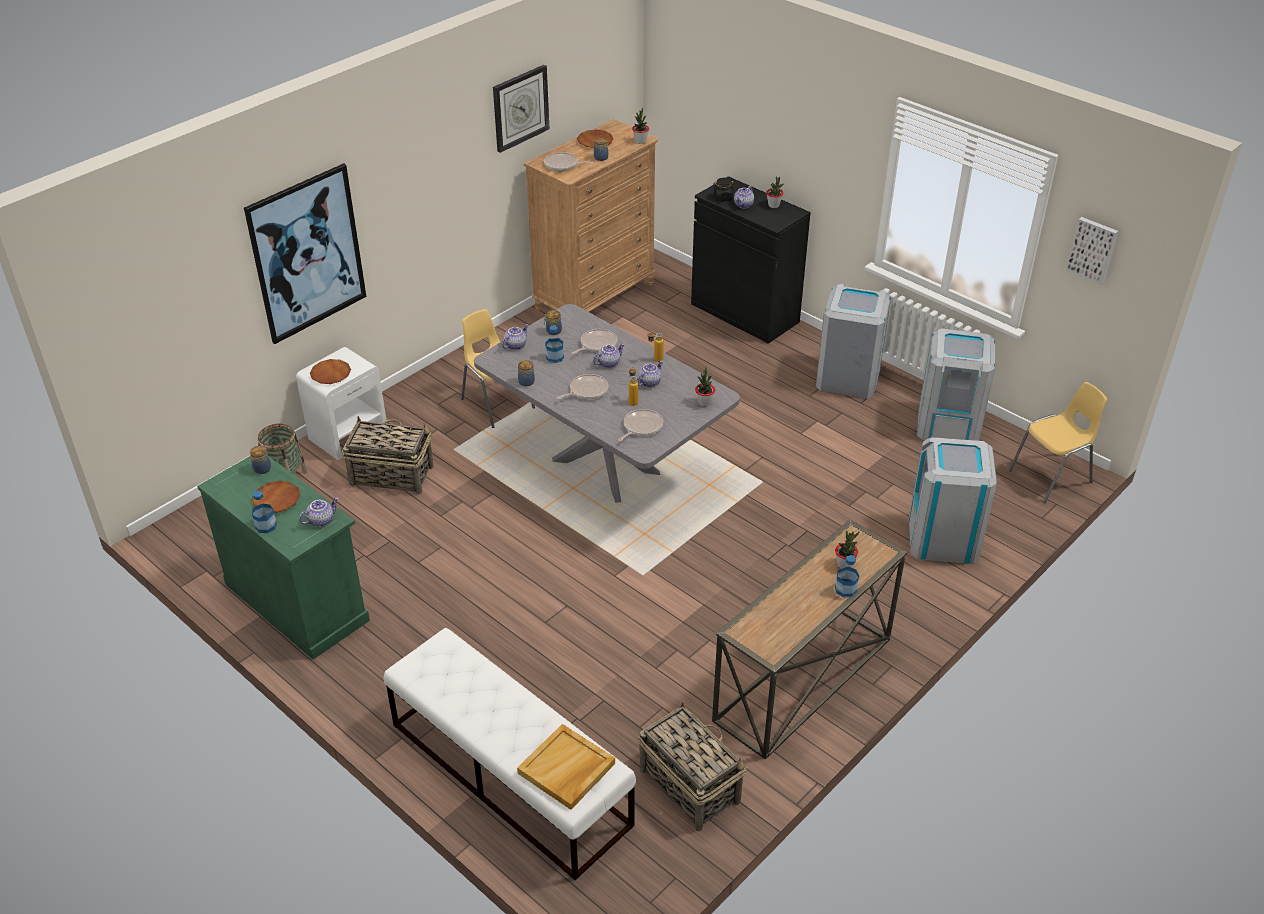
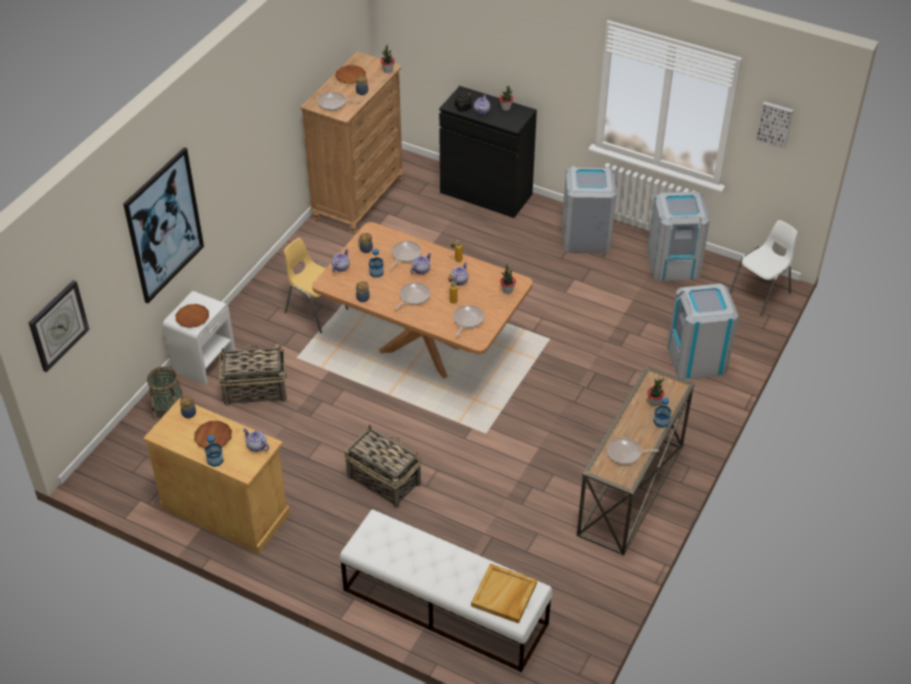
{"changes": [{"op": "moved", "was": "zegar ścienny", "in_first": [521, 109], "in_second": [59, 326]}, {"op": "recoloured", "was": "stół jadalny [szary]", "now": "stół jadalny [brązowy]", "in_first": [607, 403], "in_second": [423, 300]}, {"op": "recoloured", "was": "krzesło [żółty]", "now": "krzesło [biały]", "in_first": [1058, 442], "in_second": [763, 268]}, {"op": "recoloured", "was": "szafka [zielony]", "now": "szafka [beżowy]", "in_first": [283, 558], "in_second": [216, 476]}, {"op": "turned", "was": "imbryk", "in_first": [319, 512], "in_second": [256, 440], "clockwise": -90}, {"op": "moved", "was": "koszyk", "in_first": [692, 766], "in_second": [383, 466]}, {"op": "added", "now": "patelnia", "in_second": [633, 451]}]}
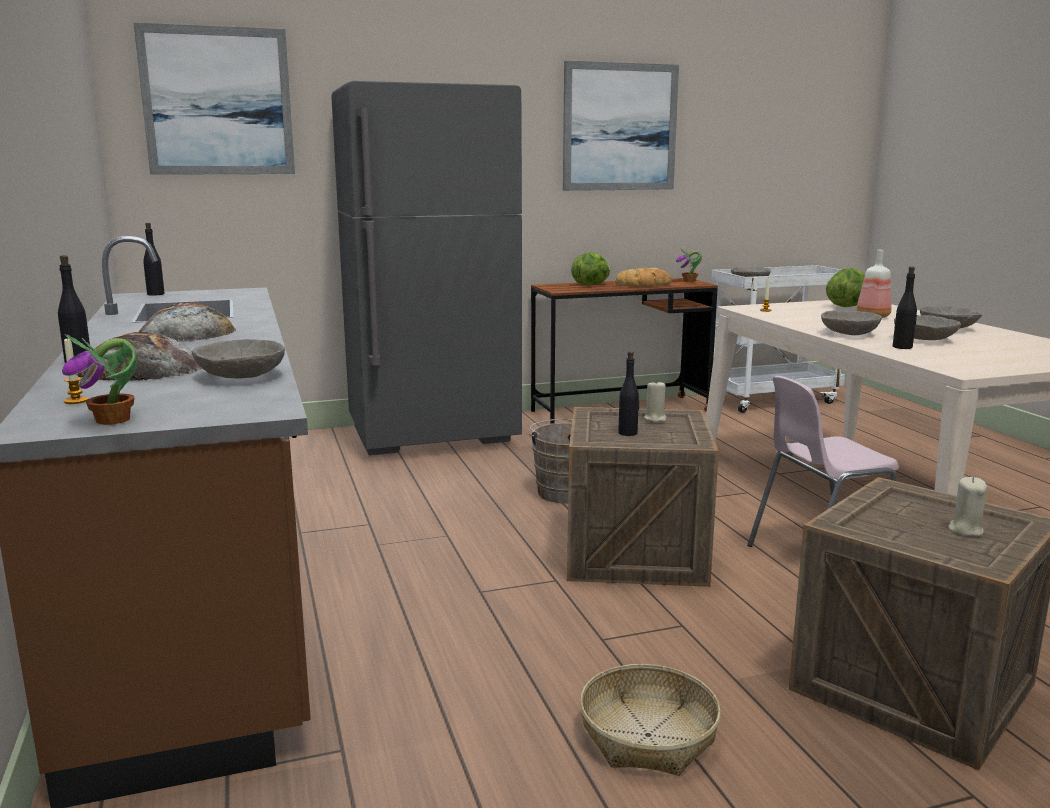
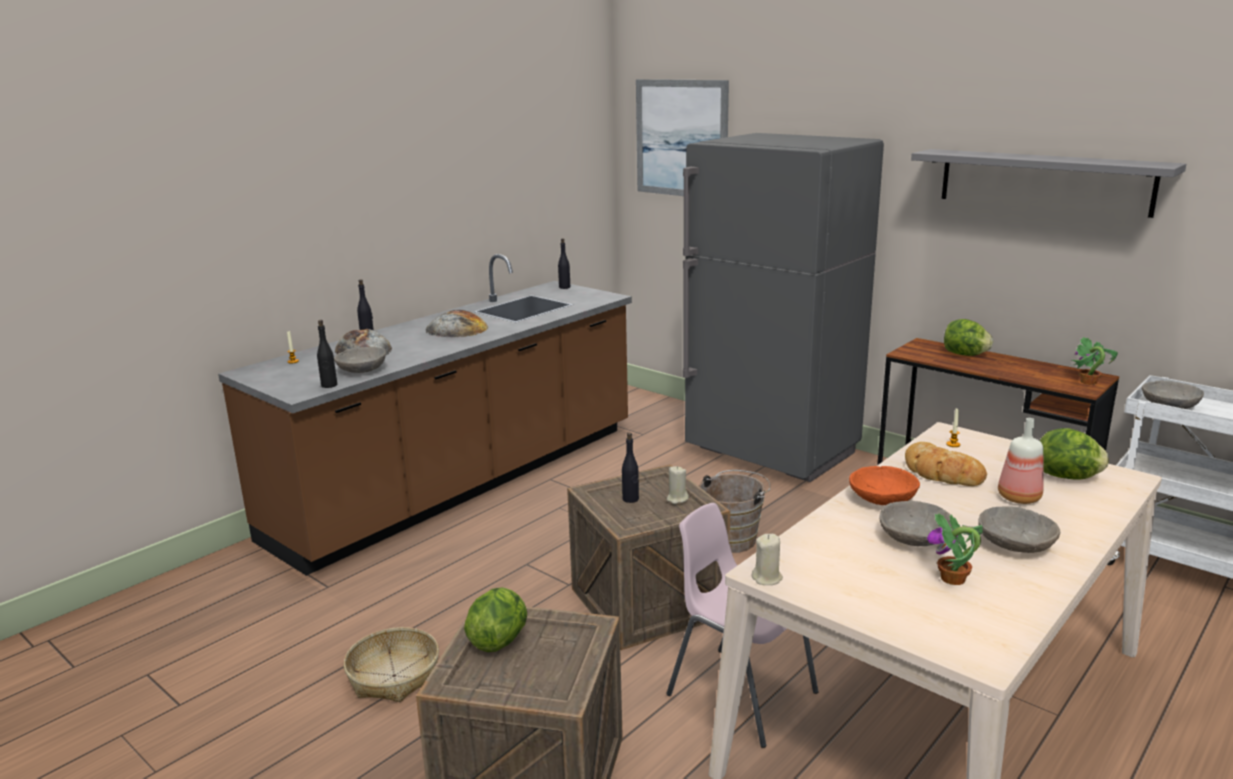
{"changes": [{"op": "replaced", "was": "obraz", "now": "półka [szary]", "in_first": [621, 126], "in_second": [1048, 183]}, {"op": "moved", "was": "butelka [czarny]", "in_first": [905, 307], "in_second": [327, 354]}, {"op": "moved", "was": "chleb", "in_first": [643, 277], "in_second": [946, 464]}, {"op": "recoloured", "was": "miska [szary]", "now": "miska [pomarańczowy]", "in_first": [851, 322], "in_second": [884, 485]}, {"op": "moved", "was": "roślina doniczkowa", "in_first": [99, 379], "in_second": [955, 549]}, {"op": "moved", "was": "świeca [beżowy]", "in_first": [967, 507], "in_second": [767, 559]}, {"op": "added", "now": "sałata", "in_second": [495, 619]}]}
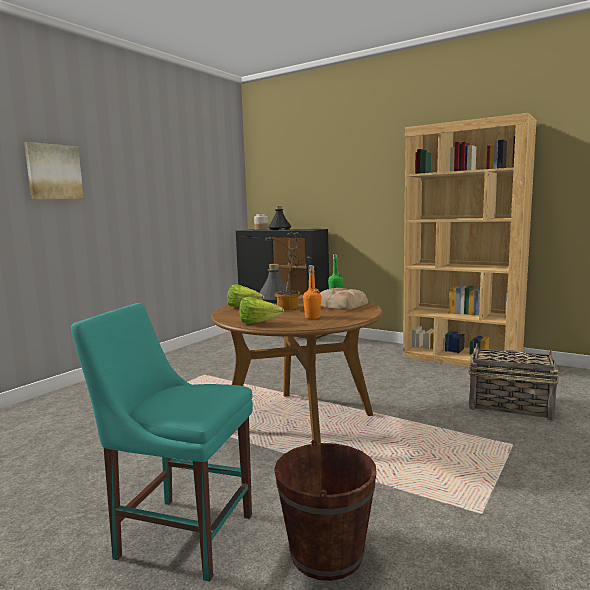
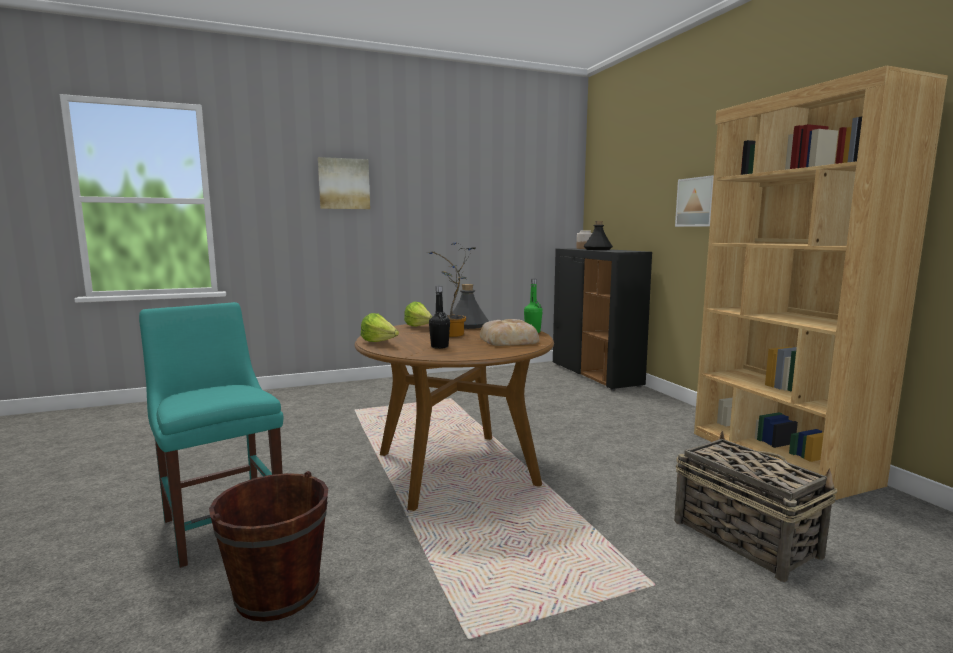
{"changes": [{"op": "recoloured", "was": "butelka [pomarańczowy]", "now": "butelka [czarny]", "in_first": [312, 292], "in_second": [439, 317]}, {"op": "added", "now": "obraz", "in_second": [694, 201]}]}
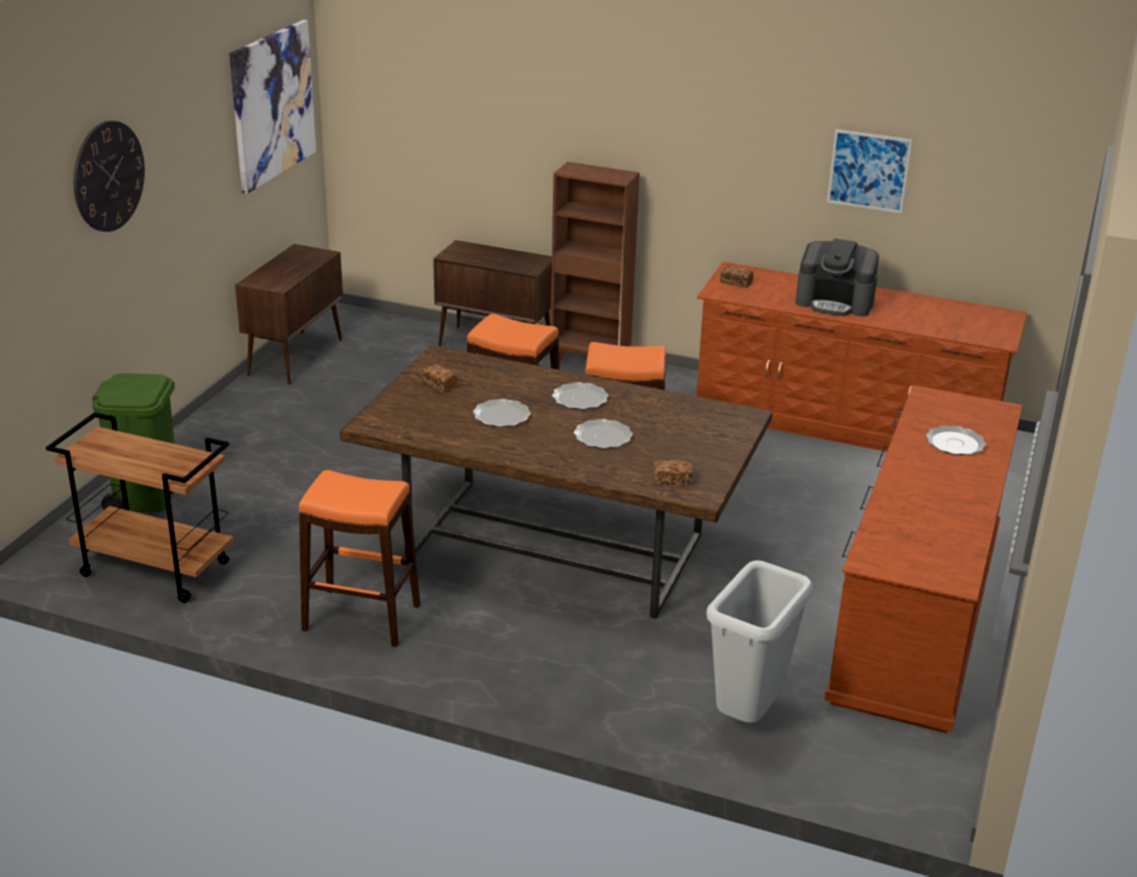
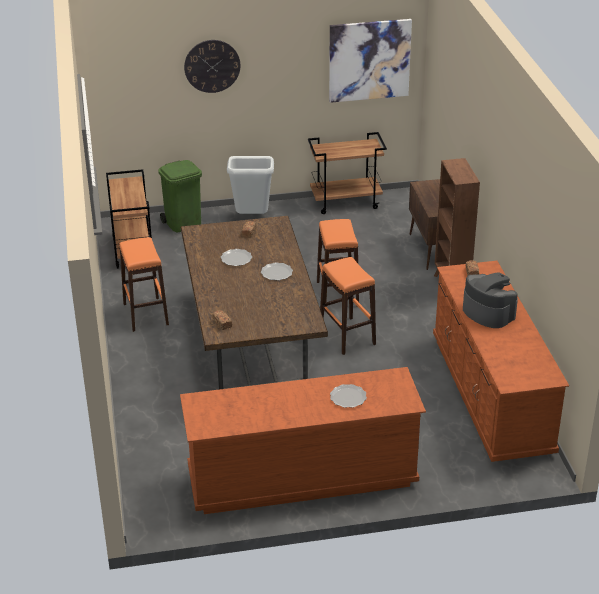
{"changes": [{"op": "removed", "was": "obraz", "in_first": [869, 171]}, {"op": "turned", "was": "ekspres do kawy", "in_first": [837, 277], "in_second": [490, 300], "clockwise": 150}, {"op": "replaced", "was": "szafka [brązowy]", "now": "wózek [brązowy]", "in_first": [289, 314], "in_second": [347, 173]}, {"op": "removed", "was": "talerz", "in_first": [603, 434]}, {"op": "moved", "was": "kosz na śmieci [szary]", "in_first": [759, 641], "in_second": [250, 185]}]}
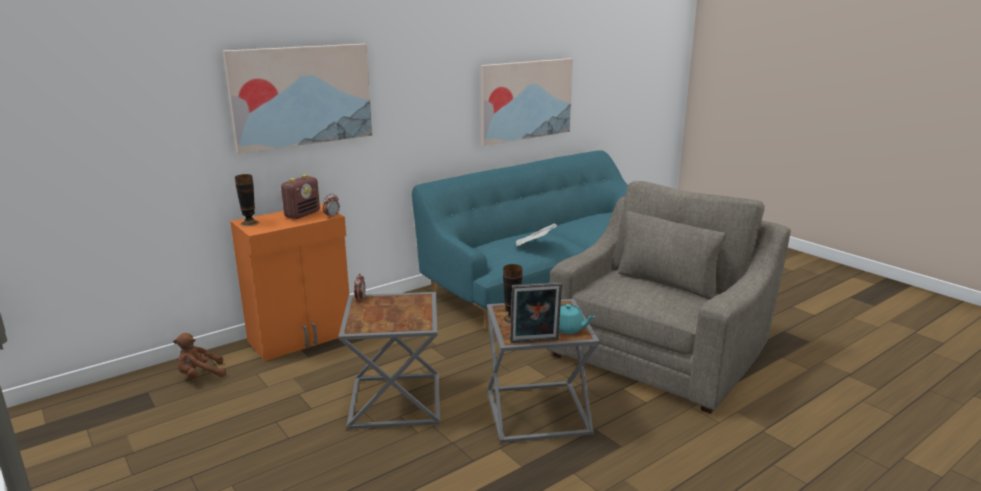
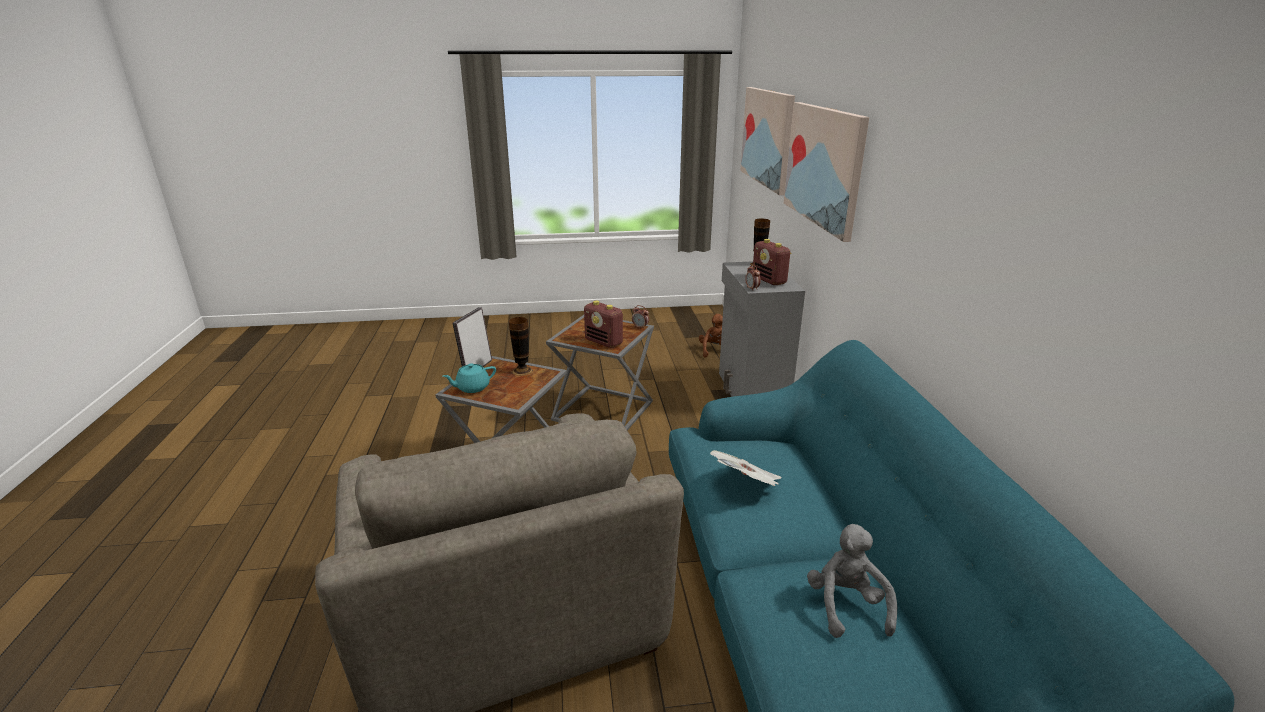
{"changes": [{"op": "moved", "was": "obraz", "in_first": [526, 102], "in_second": [767, 141]}, {"op": "recoloured", "was": "szafka [pomarańczowy]", "now": "szafka [szary]", "in_first": [289, 282], "in_second": [762, 329]}, {"op": "added", "now": "radio", "in_second": [603, 324]}, {"op": "added", "now": "pluszak [szary]", "in_second": [852, 581]}]}
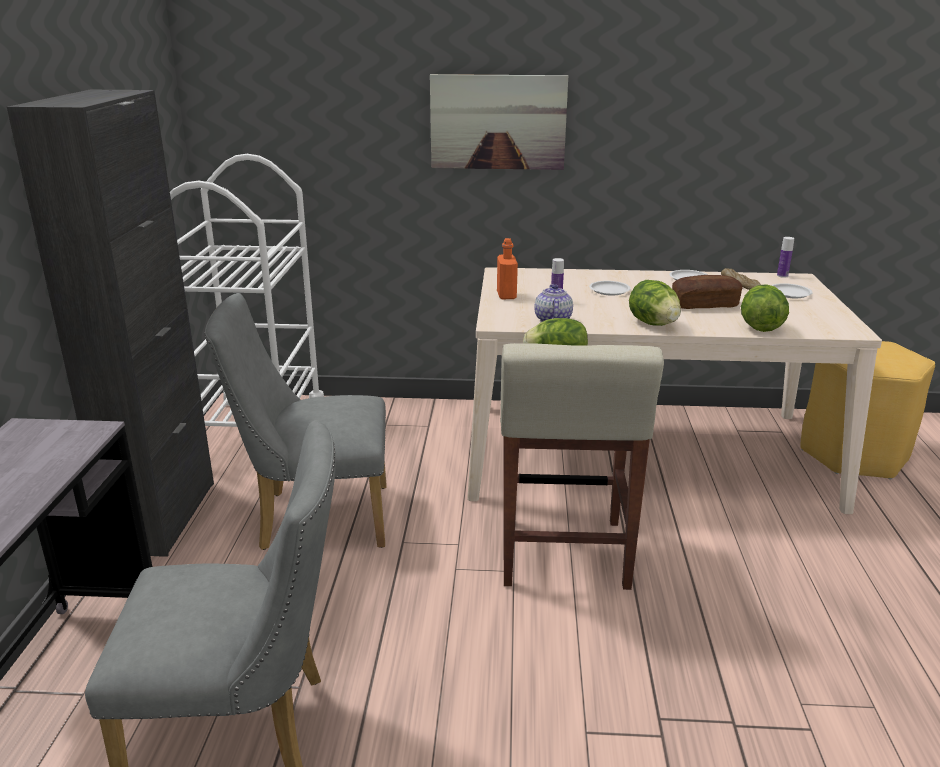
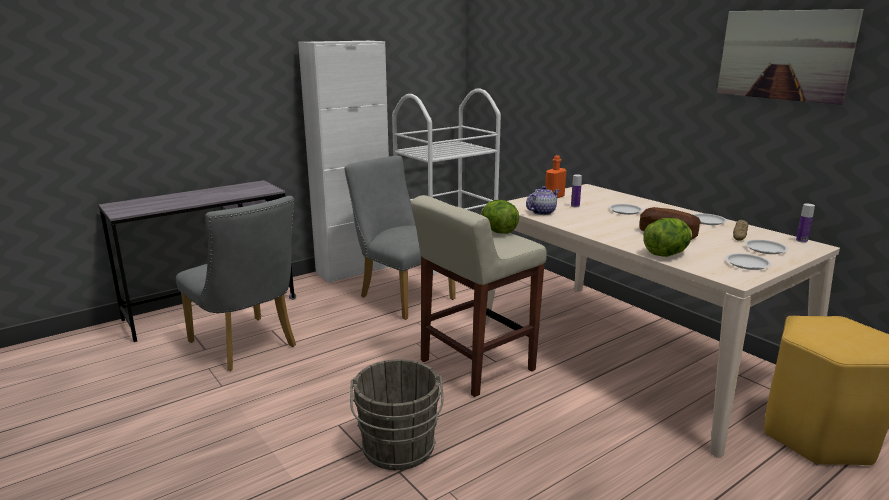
{"changes": [{"op": "moved", "was": "obraz", "in_first": [499, 122], "in_second": [790, 57]}, {"op": "recoloured", "was": "szafka [czarny]", "now": "szafka [biały]", "in_first": [110, 323], "in_second": [343, 162]}, {"op": "removed", "was": "sałata", "in_first": [655, 303]}, {"op": "added", "now": "talerz [biały]", "in_second": [748, 261]}, {"op": "added", "now": "wiadro [szary]", "in_second": [397, 414]}]}
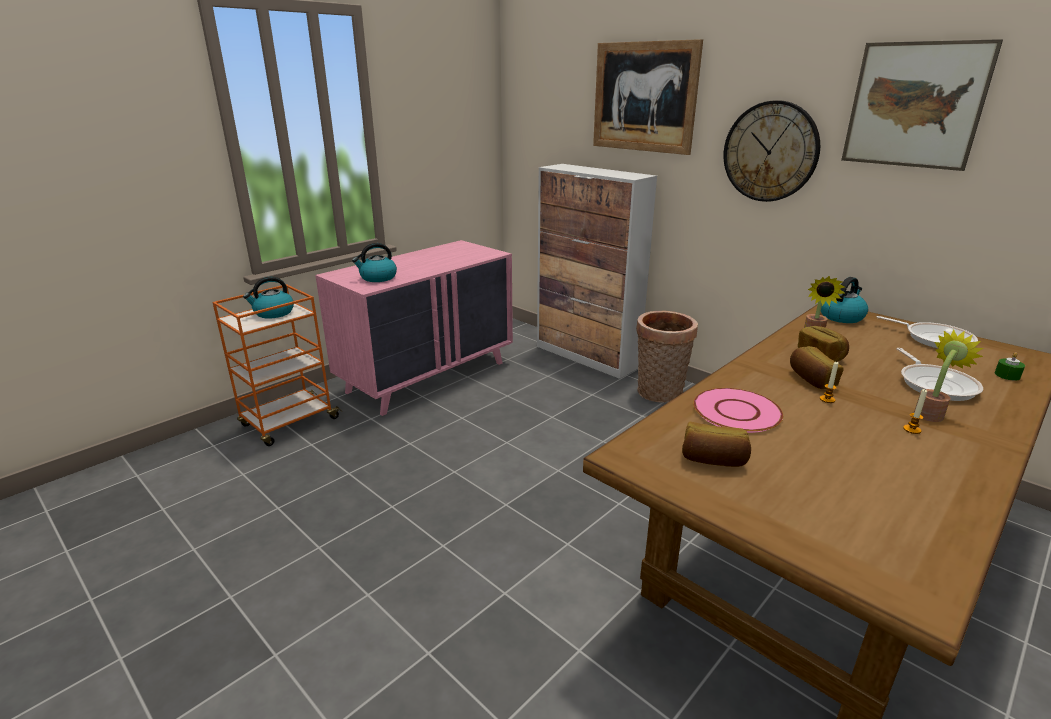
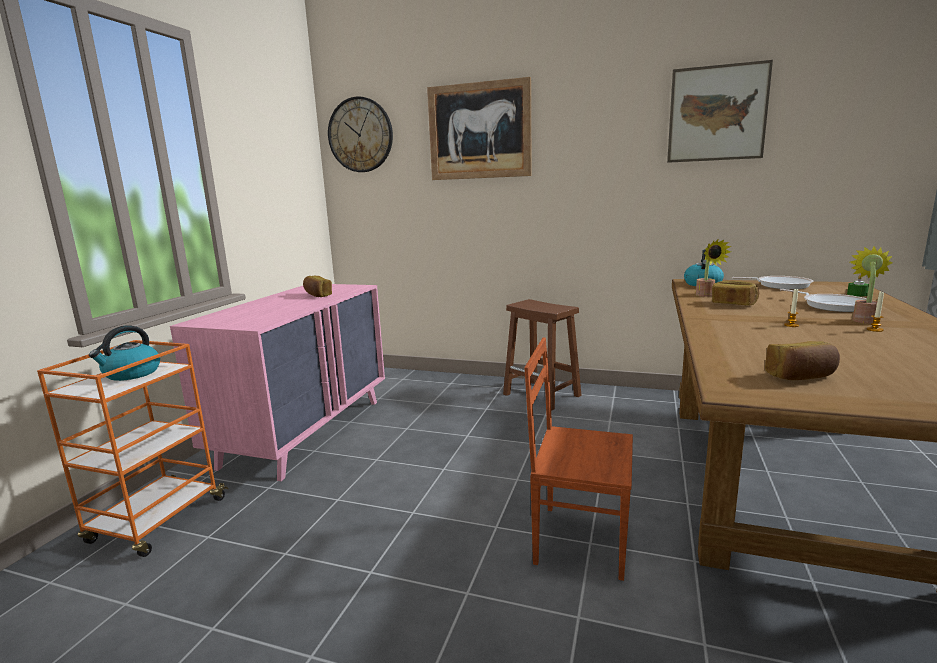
{"changes": [{"op": "moved", "was": "zegar ścienny", "in_first": [771, 151], "in_second": [360, 134]}, {"op": "removed", "was": "szafka", "in_first": [597, 271]}, {"op": "removed", "was": "czajnik", "in_first": [374, 262]}, {"op": "replaced", "was": "koszyk", "now": "stołek [brązowy]", "in_first": [667, 357], "in_second": [542, 355]}, {"op": "moved", "was": "chleb", "in_first": [816, 367], "in_second": [317, 286]}, {"op": "removed", "was": "talerz [różowy]", "in_first": [738, 410]}, {"op": "added", "now": "krzesło [brązowy]", "in_second": [578, 459]}]}
